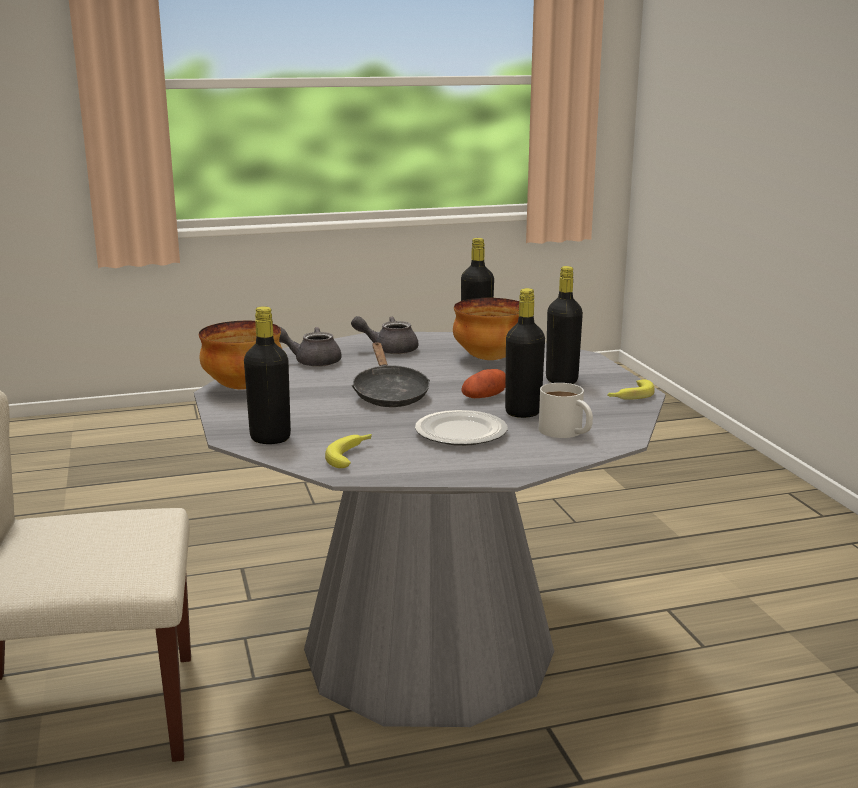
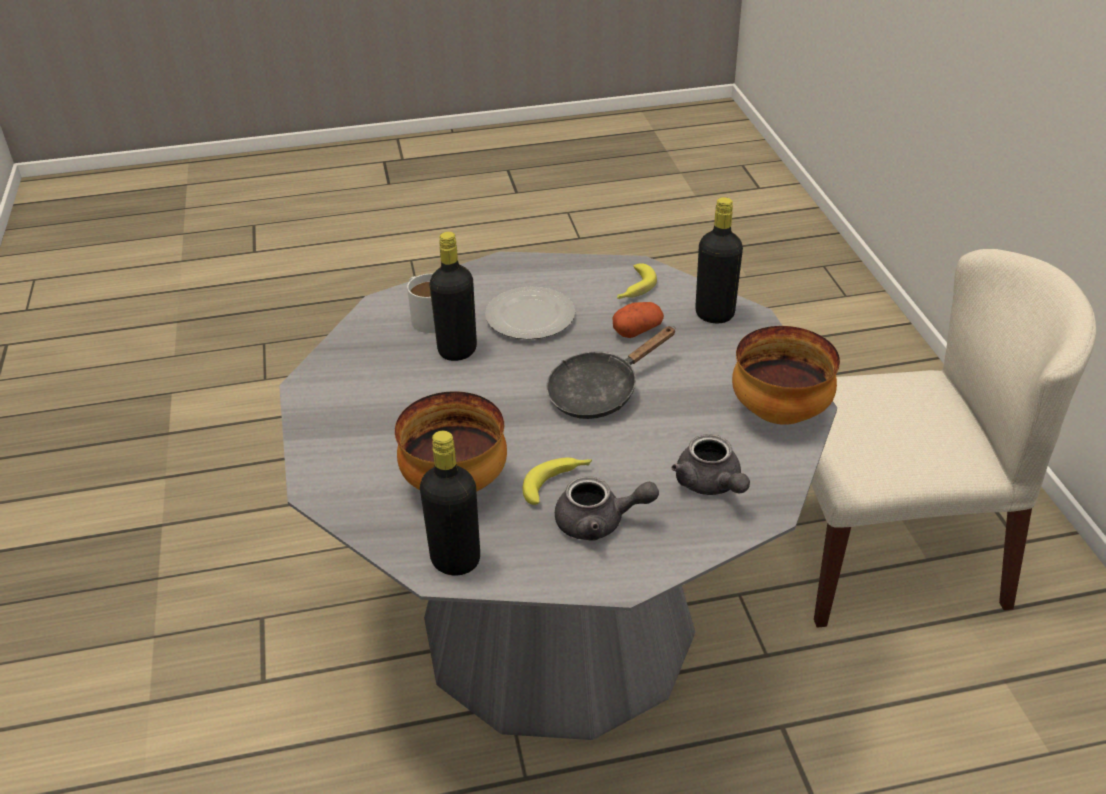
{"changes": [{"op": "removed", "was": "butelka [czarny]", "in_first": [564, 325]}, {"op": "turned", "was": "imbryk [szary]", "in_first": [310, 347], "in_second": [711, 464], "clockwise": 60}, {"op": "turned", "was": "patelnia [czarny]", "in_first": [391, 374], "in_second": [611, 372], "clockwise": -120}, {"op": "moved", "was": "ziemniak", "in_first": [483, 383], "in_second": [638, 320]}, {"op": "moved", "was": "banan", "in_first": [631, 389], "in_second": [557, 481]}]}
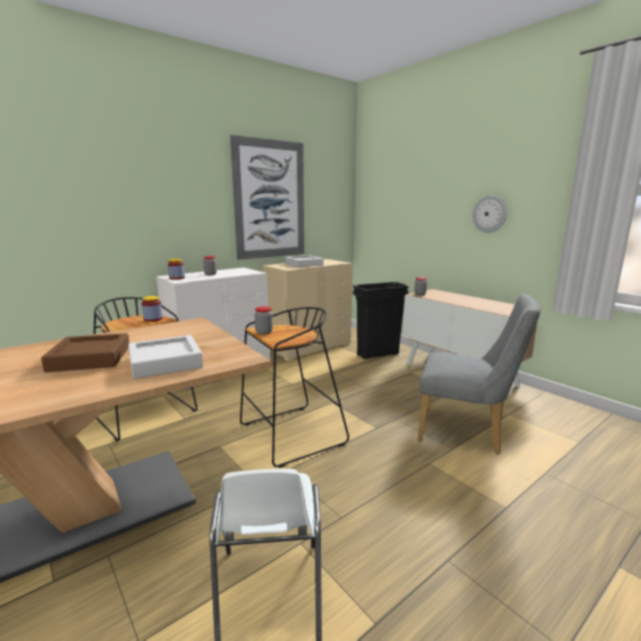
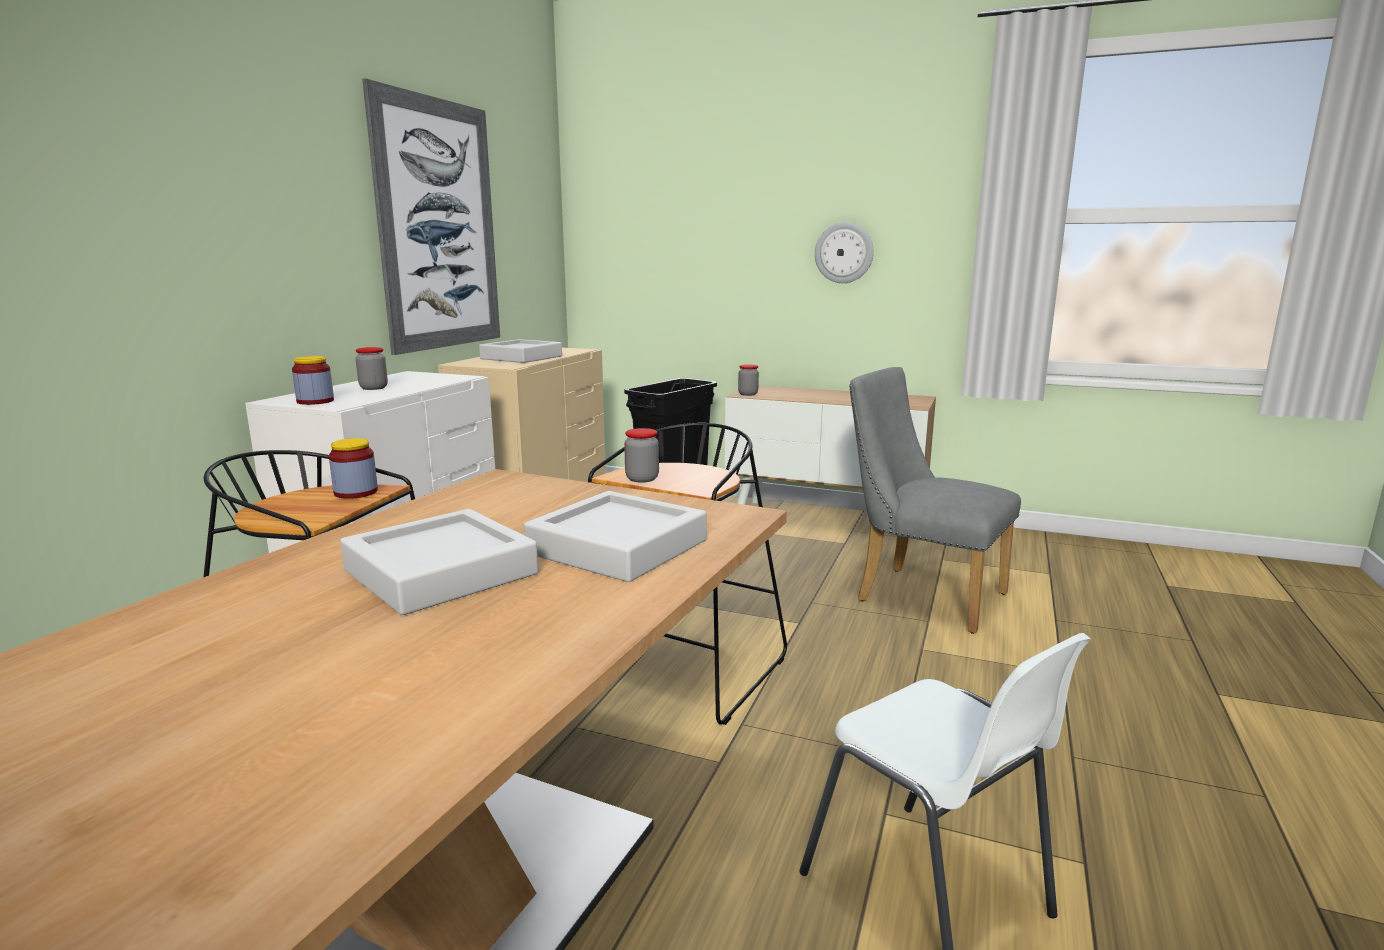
{"changes": [{"op": "turned", "was": "krzesło [szary]", "in_first": [479, 374], "in_second": [935, 500], "clockwise": -135}, {"op": "recoloured", "was": "taca [brązowy]", "now": "taca [szary]", "in_first": [85, 352], "in_second": [439, 562]}]}
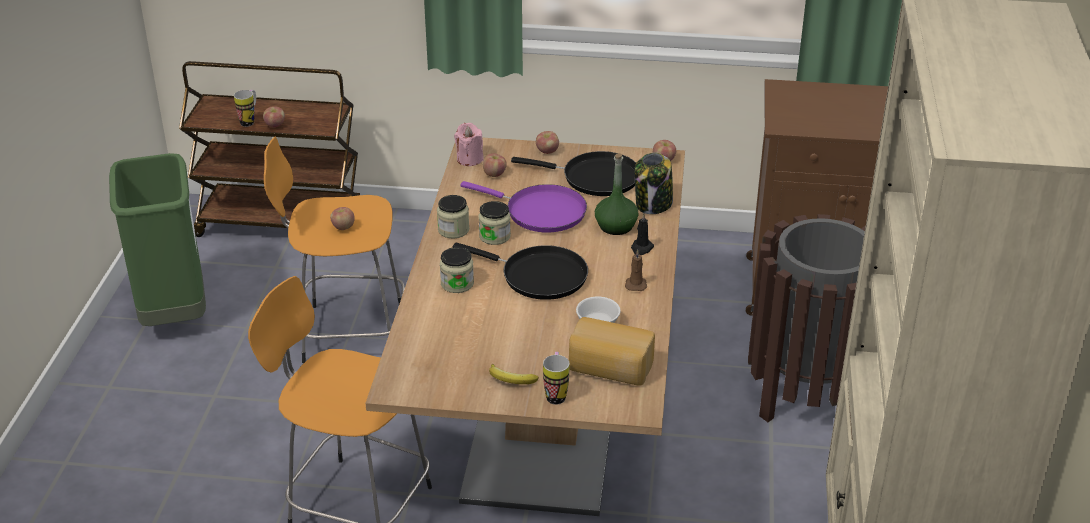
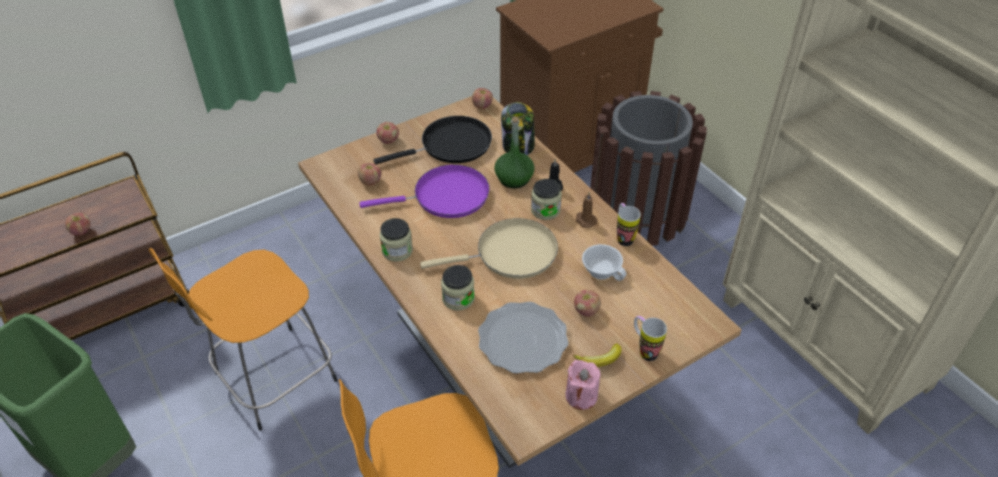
{"changes": [{"op": "moved", "was": "kubek", "in_first": [245, 108], "in_second": [629, 224]}, {"op": "moved", "was": "świeca [różowy]", "in_first": [469, 144], "in_second": [583, 385]}, {"op": "moved", "was": "słoik", "in_first": [495, 223], "in_second": [546, 199]}, {"op": "moved", "was": "jabłko", "in_first": [342, 218], "in_second": [587, 303]}, {"op": "recoloured", "was": "patelnia [czarny]", "now": "patelnia [beżowy]", "in_first": [520, 271], "in_second": [489, 248]}, {"op": "removed", "was": "chleb", "in_first": [612, 351]}, {"op": "added", "now": "talerz", "in_second": [523, 338]}]}
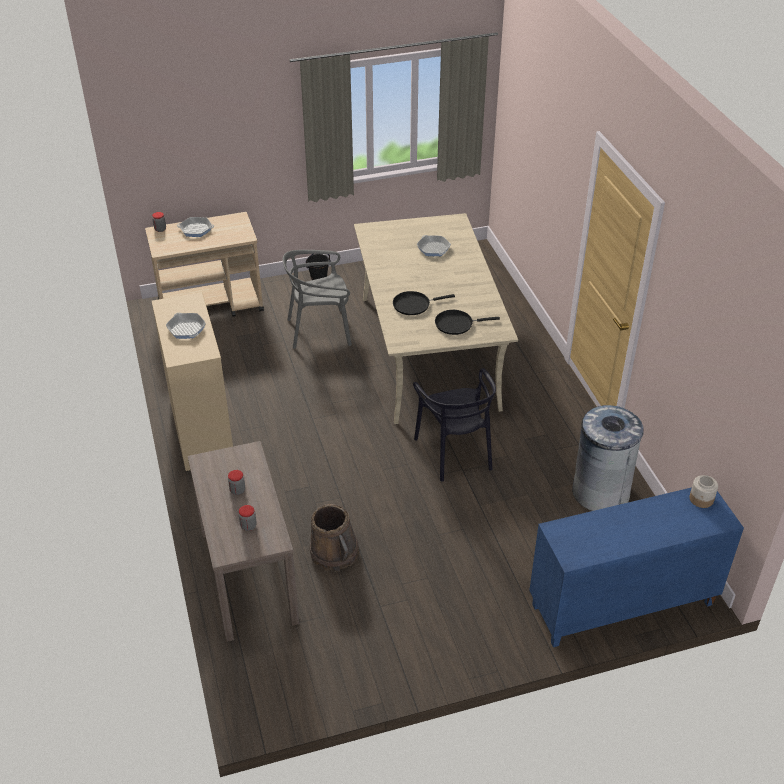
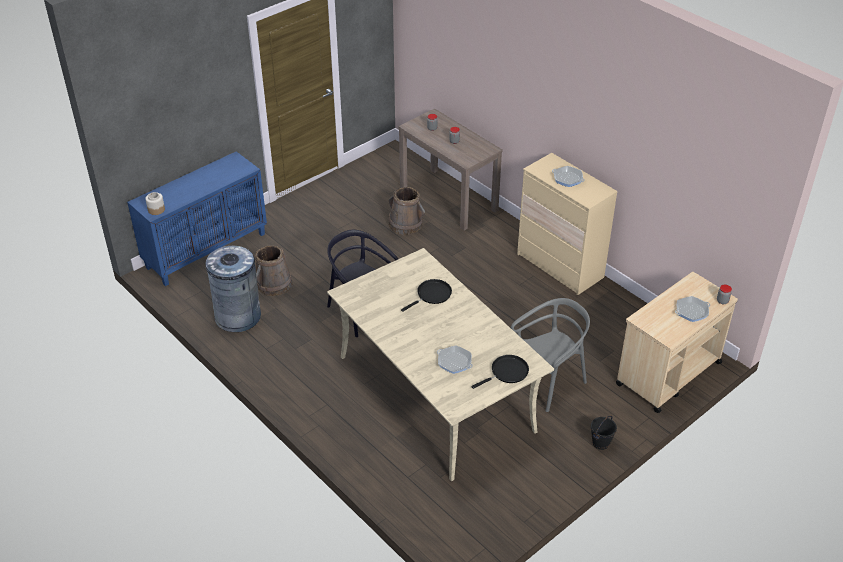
{"changes": [{"op": "moved", "was": "patelnia [czarny]", "in_first": [467, 322], "in_second": [500, 372]}, {"op": "added", "now": "wiadro [brązowy]", "in_second": [274, 270]}]}
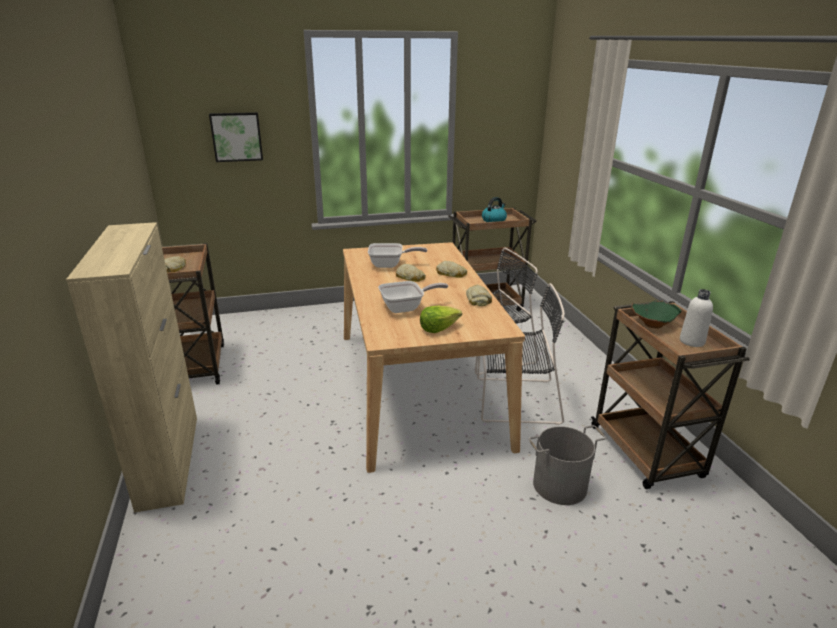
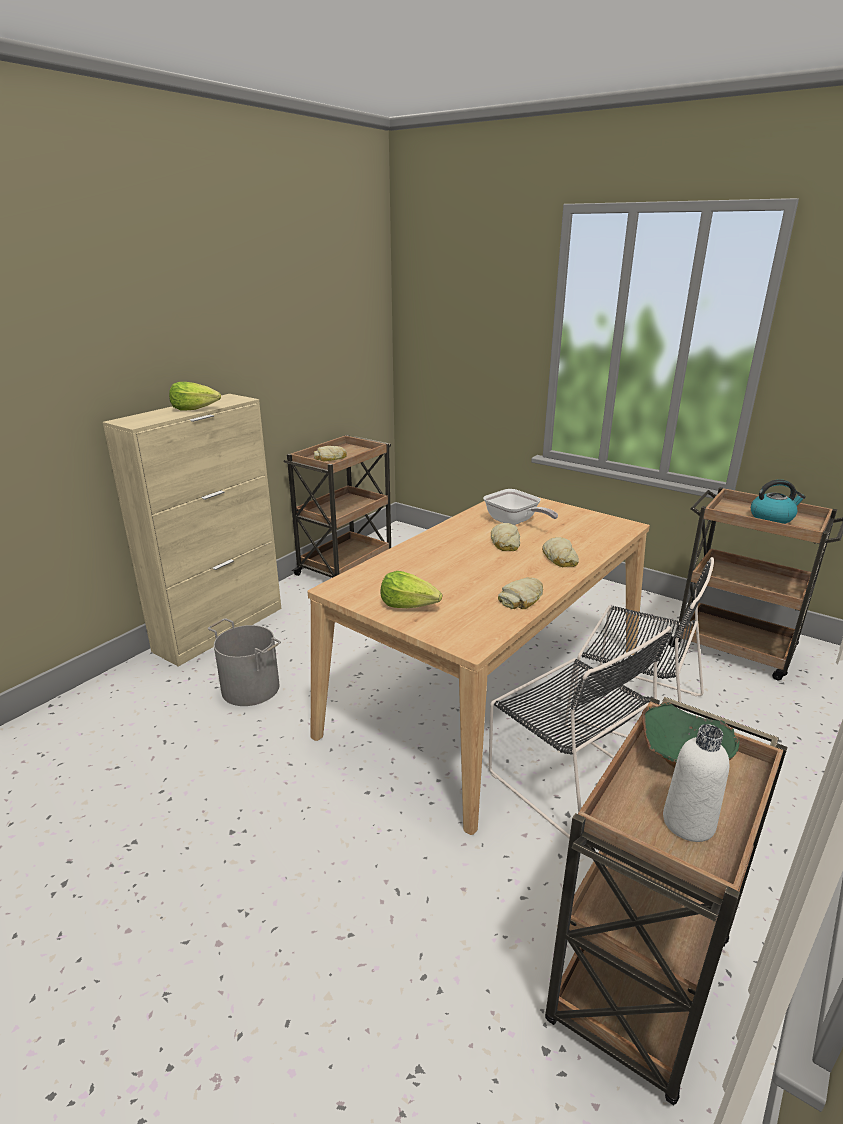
{"changes": [{"op": "removed", "was": "obraz", "in_first": [236, 137]}, {"op": "removed", "was": "patelnia", "in_first": [413, 297]}, {"op": "moved", "was": "wiadro [szary]", "in_first": [567, 465], "in_second": [244, 662]}, {"op": "added", "now": "sałata", "in_second": [195, 396]}]}
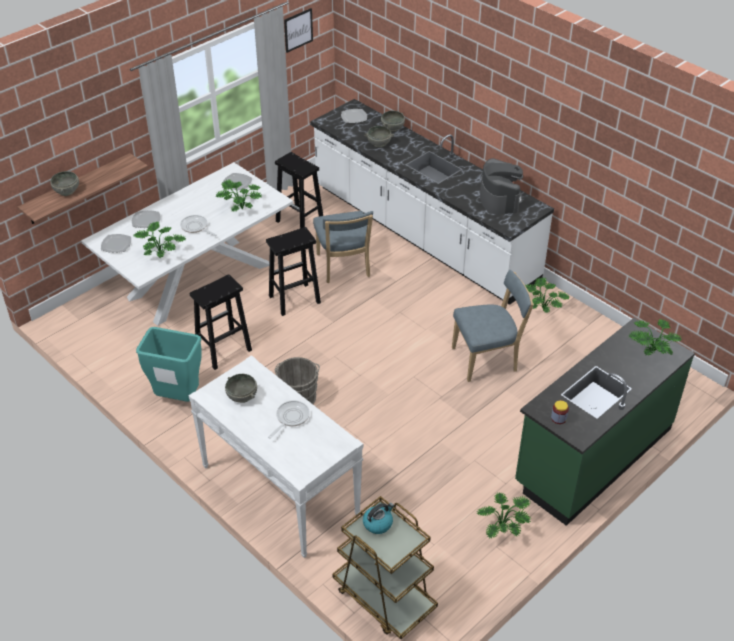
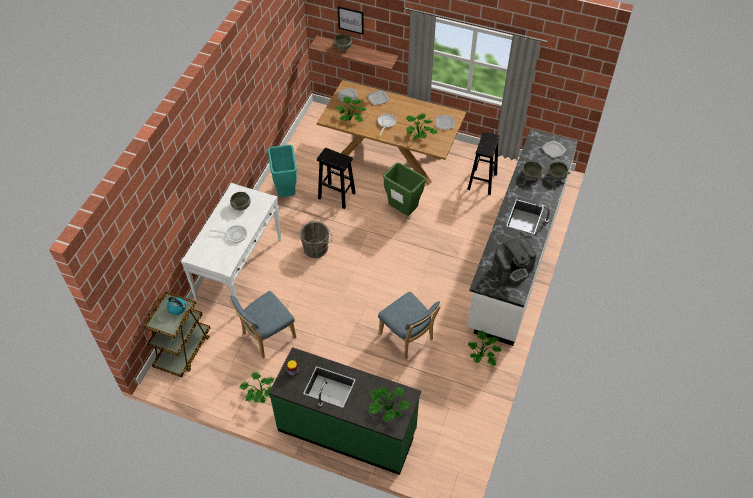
{"changes": [{"op": "moved", "was": "obraz", "in_first": [298, 30], "in_second": [351, 20]}, {"op": "recoloured", "was": "stół jadalny [biały]", "now": "stół jadalny [brązowy]", "in_first": [187, 244], "in_second": [391, 132]}, {"op": "moved", "was": "krzesło [niebieski]", "in_first": [343, 247], "in_second": [262, 324]}, {"op": "replaced", "was": "stołek [czarny]", "now": "kosz na śmieci [zielony]", "in_first": [293, 271], "in_second": [404, 189]}]}
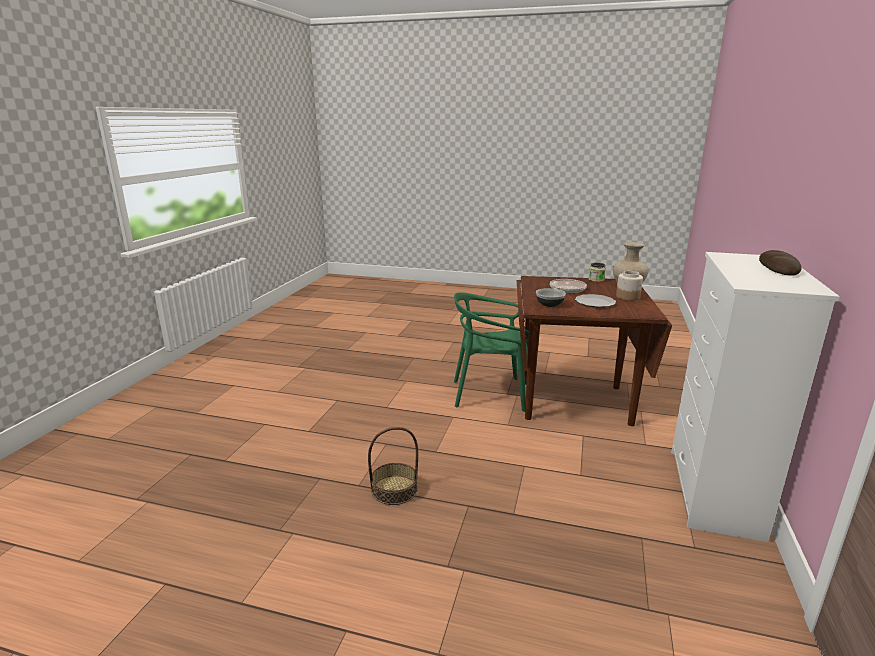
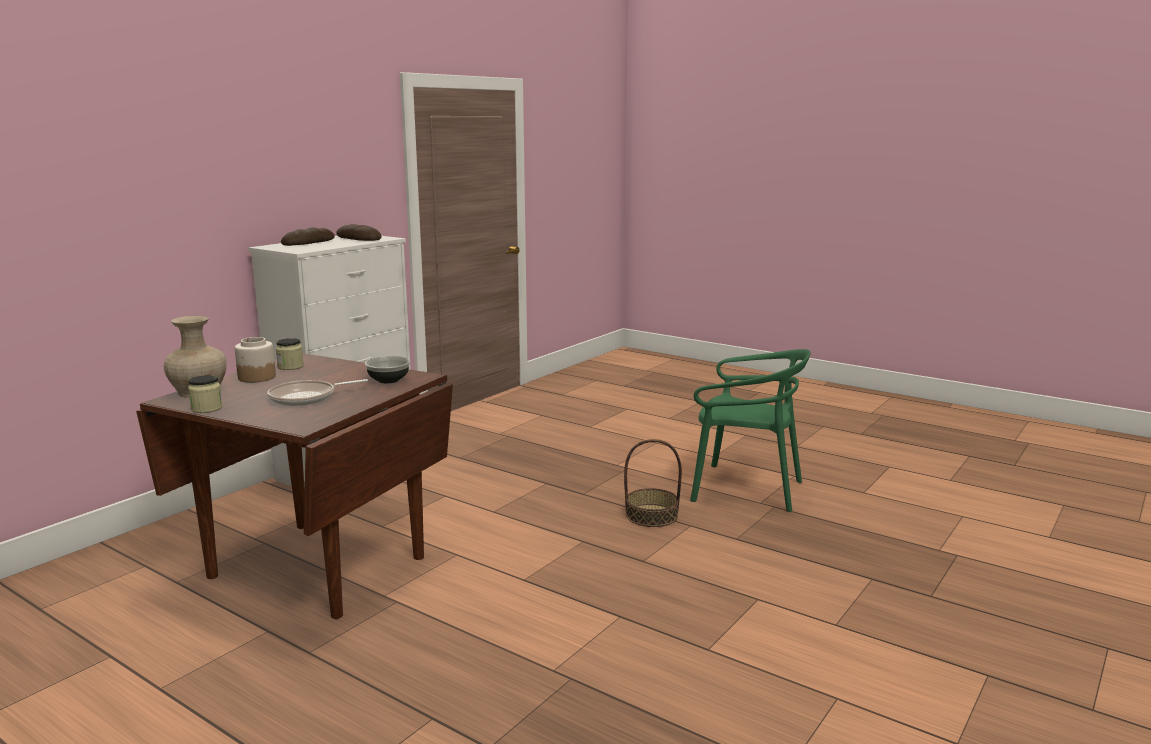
{"changes": [{"op": "moved", "was": "krzesło [zielony]", "in_first": [491, 352], "in_second": [750, 430]}, {"op": "removed", "was": "talerz", "in_first": [595, 301]}, {"op": "added", "now": "chleb", "in_second": [359, 232]}, {"op": "added", "now": "słoik", "in_second": [290, 354]}]}
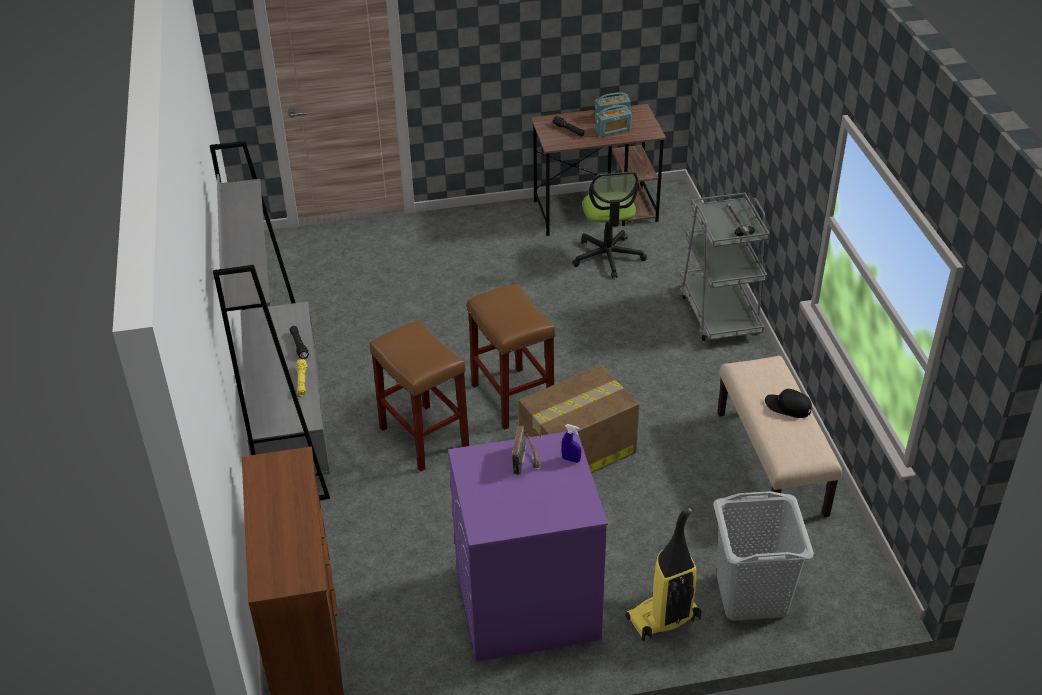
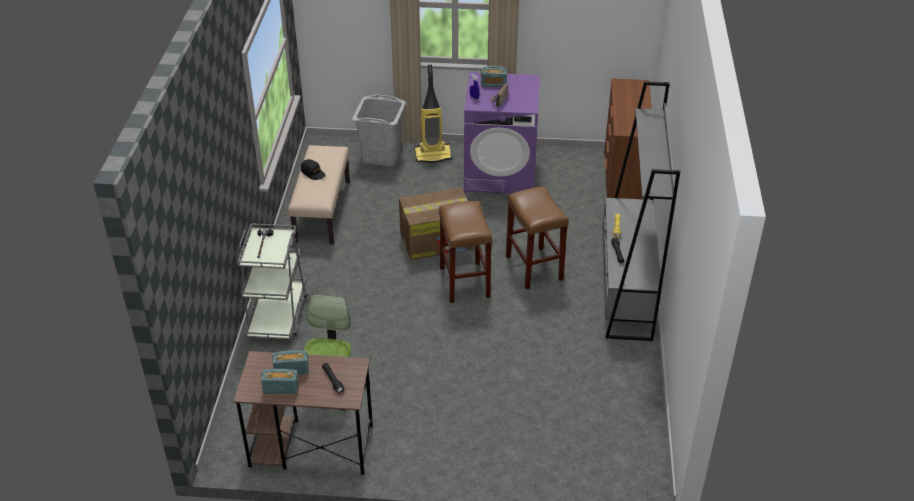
{"changes": [{"op": "added", "now": "radio", "in_second": [494, 76]}]}
